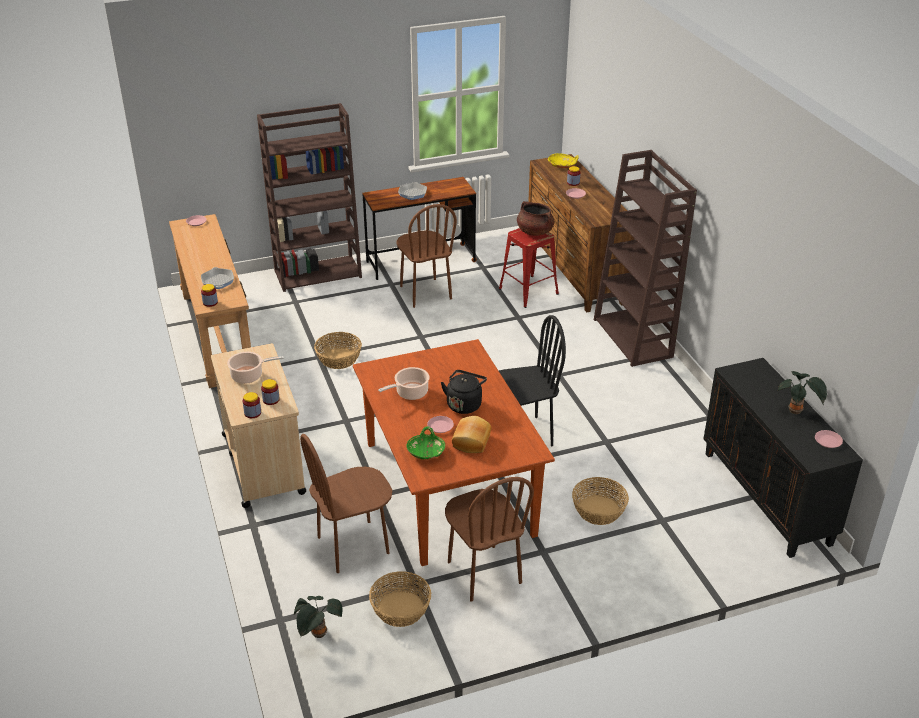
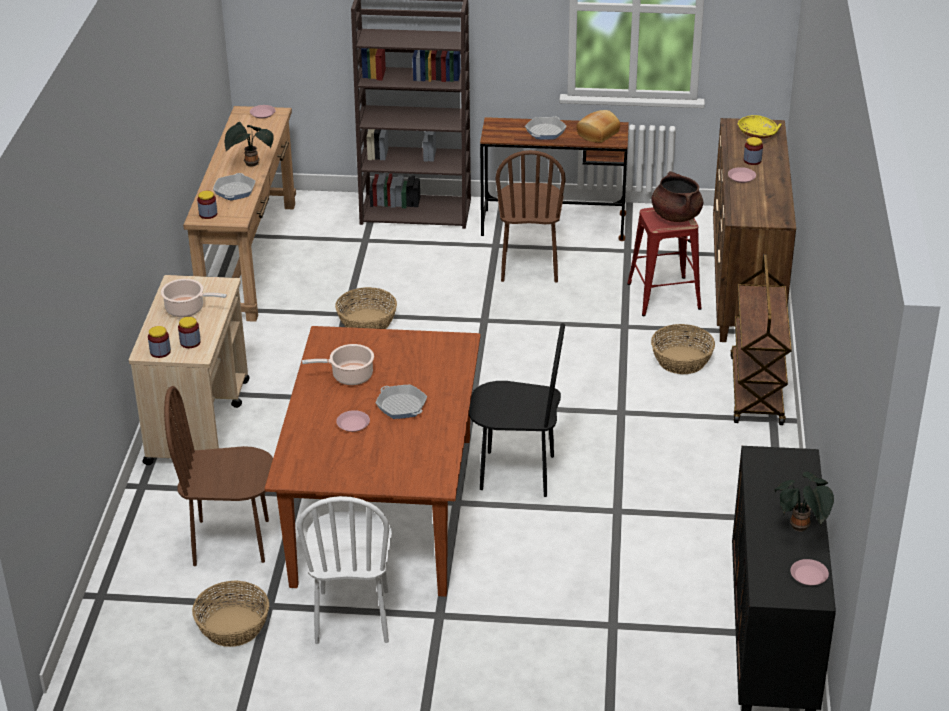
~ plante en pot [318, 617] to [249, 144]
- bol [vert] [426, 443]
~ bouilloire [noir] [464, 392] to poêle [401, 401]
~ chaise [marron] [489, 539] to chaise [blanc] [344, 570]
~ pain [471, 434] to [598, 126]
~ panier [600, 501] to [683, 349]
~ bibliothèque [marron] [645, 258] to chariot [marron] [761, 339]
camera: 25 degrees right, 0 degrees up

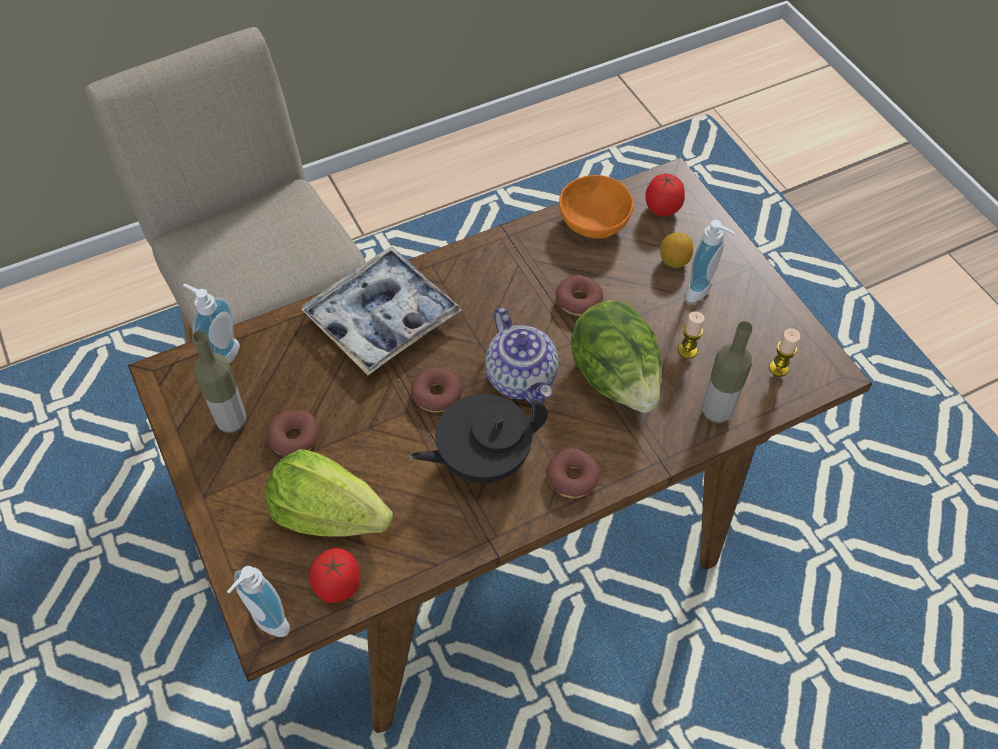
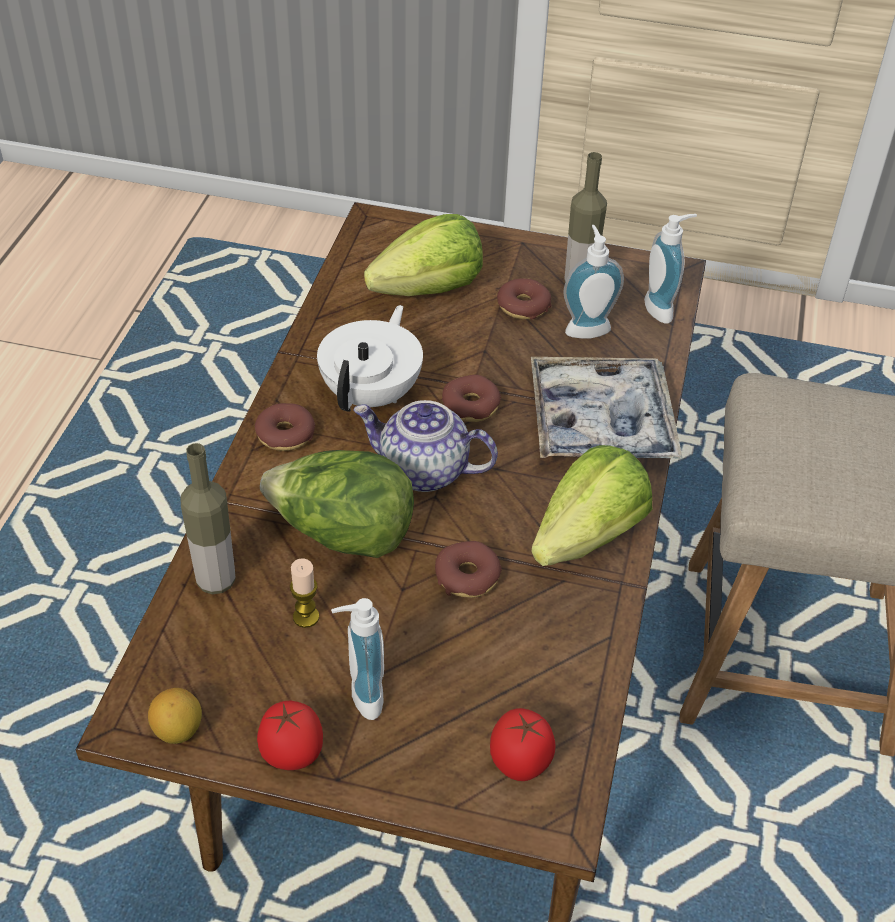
~ distributeur de savon [258, 601] to [593, 281]
~ tomate [334, 575] to [290, 735]
~ théière [noir] [479, 438] to théière [blanc] [370, 358]
- bol [orange] [596, 207]
~ citron [676, 250] to [175, 716]
- bougie [784, 352]
+ laitue [591, 505]
camera: 130 degrees right, 10 degrees down

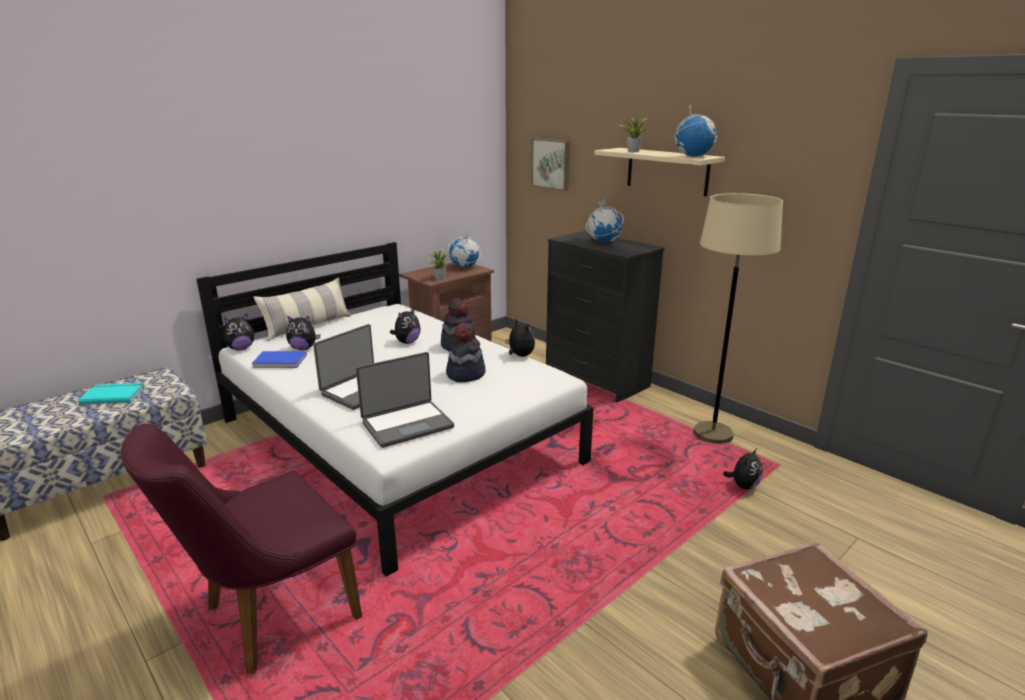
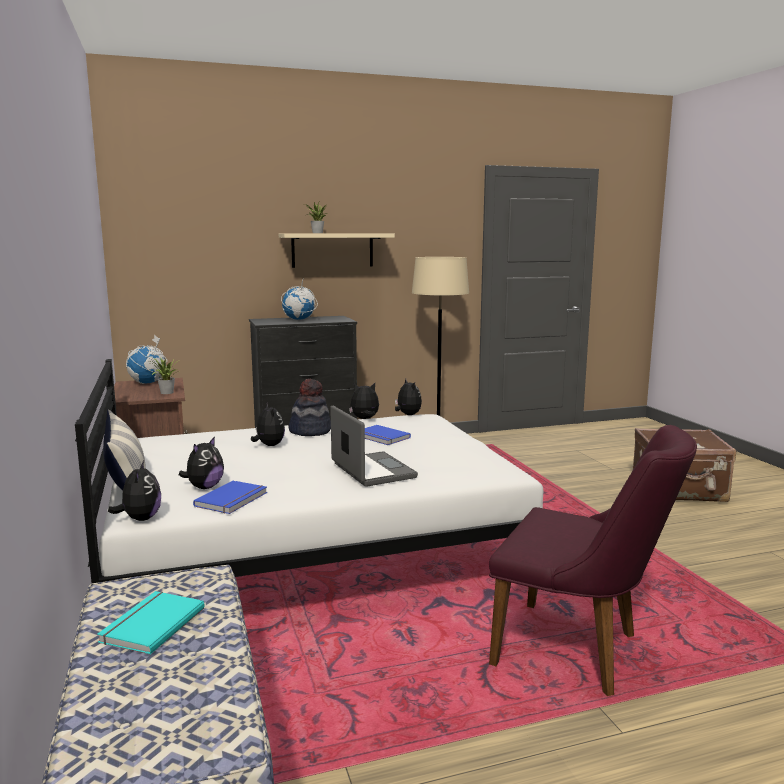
~ chaise [violet] [241, 549] = [593, 560] 45 degrees counterclockwise
- ordinateur portable [405, 400]
~ chapeau [466, 352] to livre [bleu] [388, 435]
- tableau [550, 164]
- globe [694, 129]
~ peluche [743, 468] to [408, 397]
camera: 65 degrees left, 10 degrees down

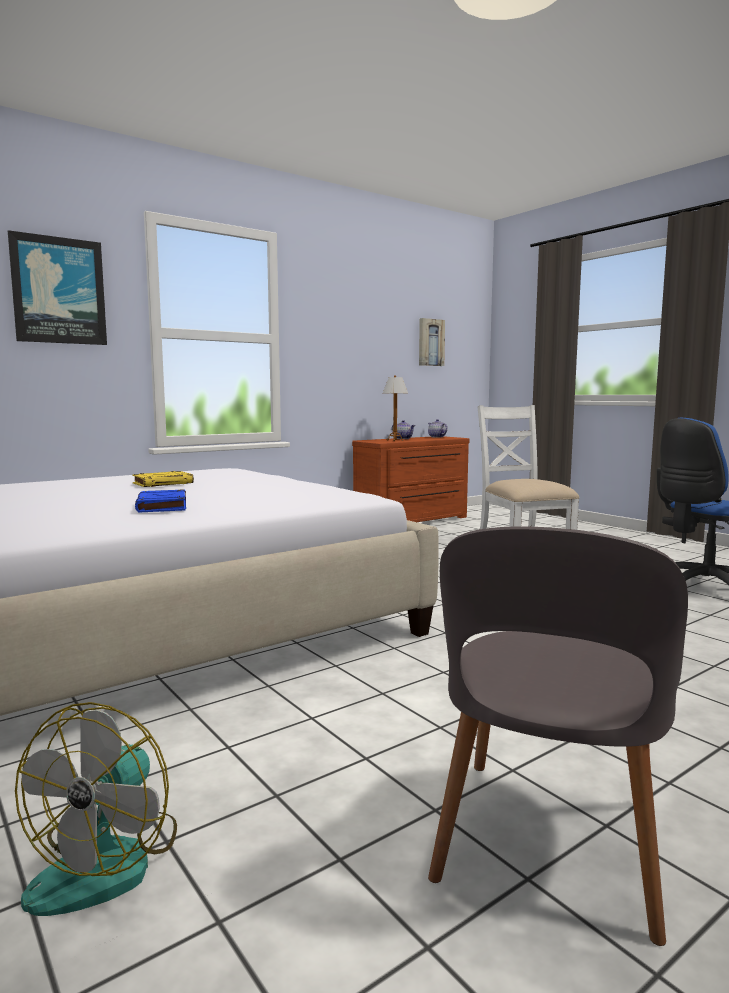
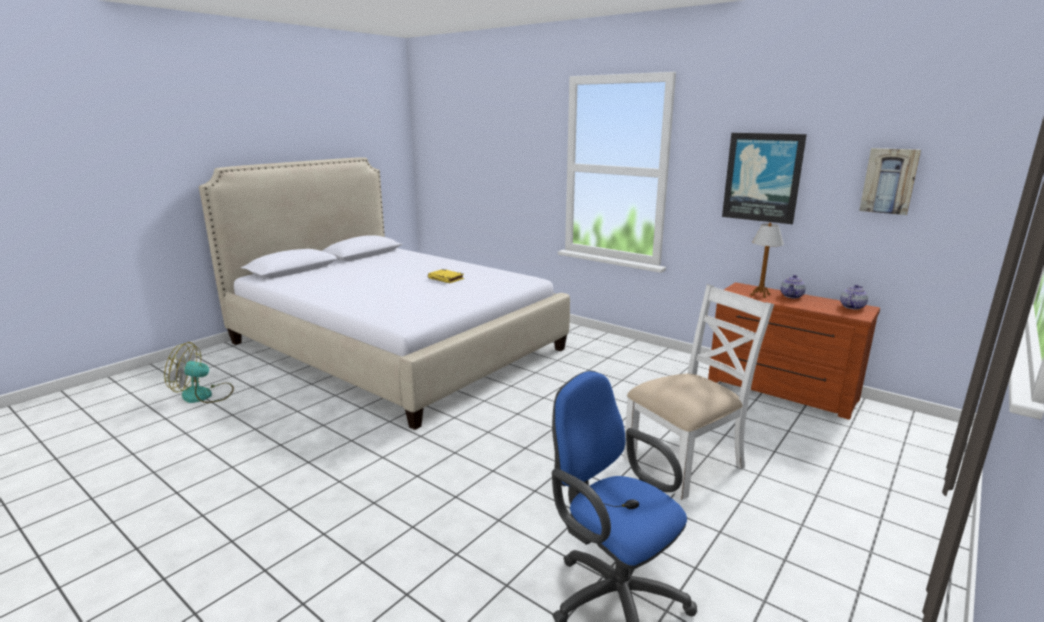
~ tableau [57, 287] to [764, 178]
- livre [bleu] [160, 500]
- chaise [gris] [558, 736]
camera: 75 degrees right, 10 degrees up

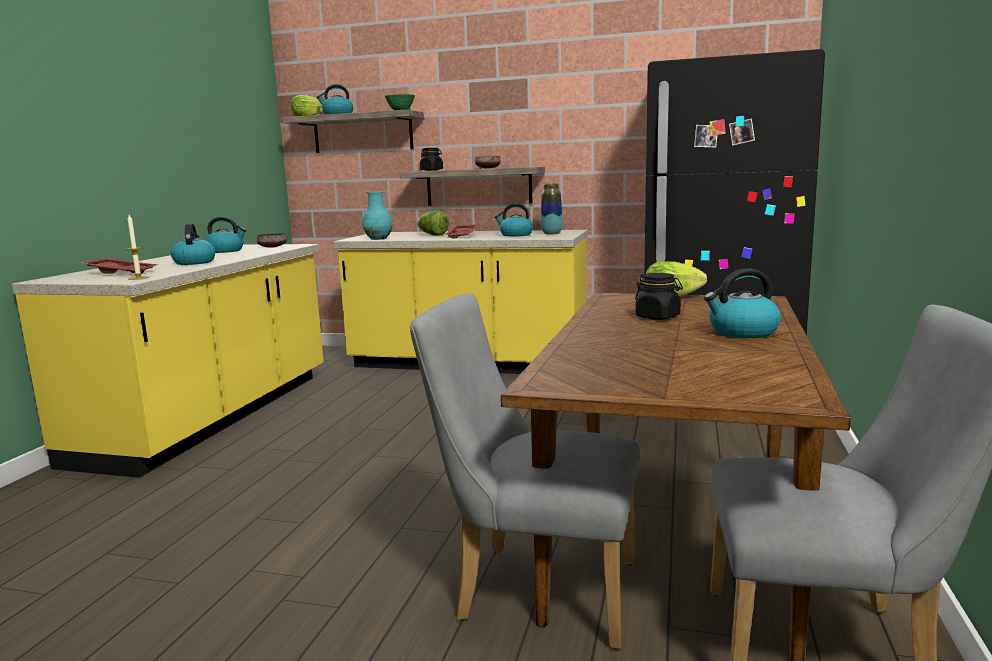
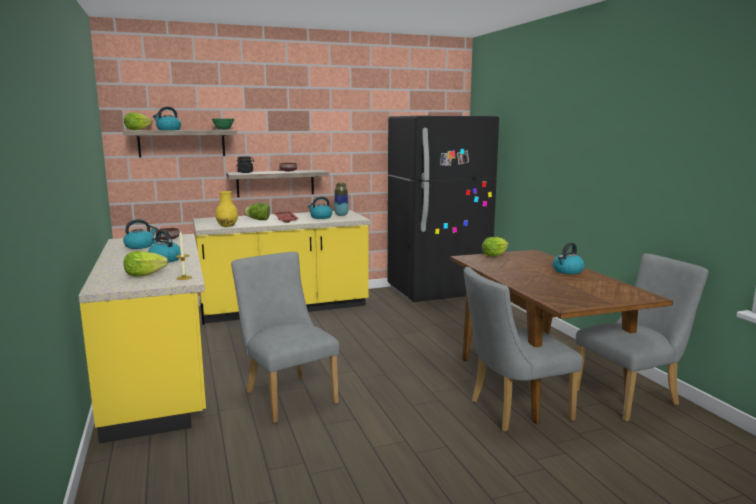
~ plateau [rouge] [120, 266] to laitue [146, 263]
~ vase [turquoise] [377, 215] to vase [jaune] [226, 209]
- bocal [noir] [659, 296]
+ chaise [gris] [285, 337]
camera: 35 degrees left, 0 degrees up

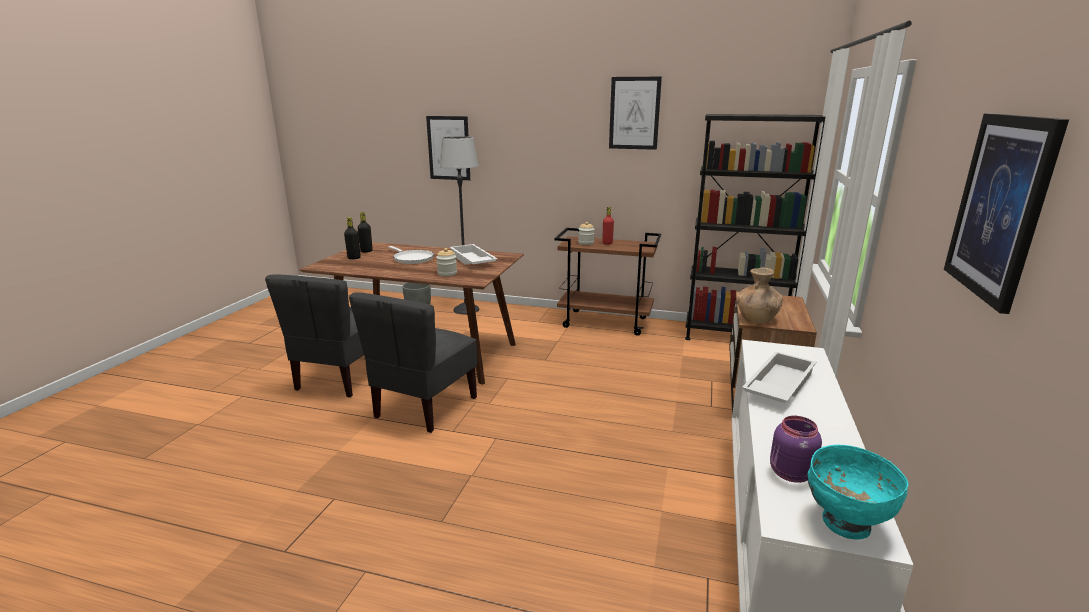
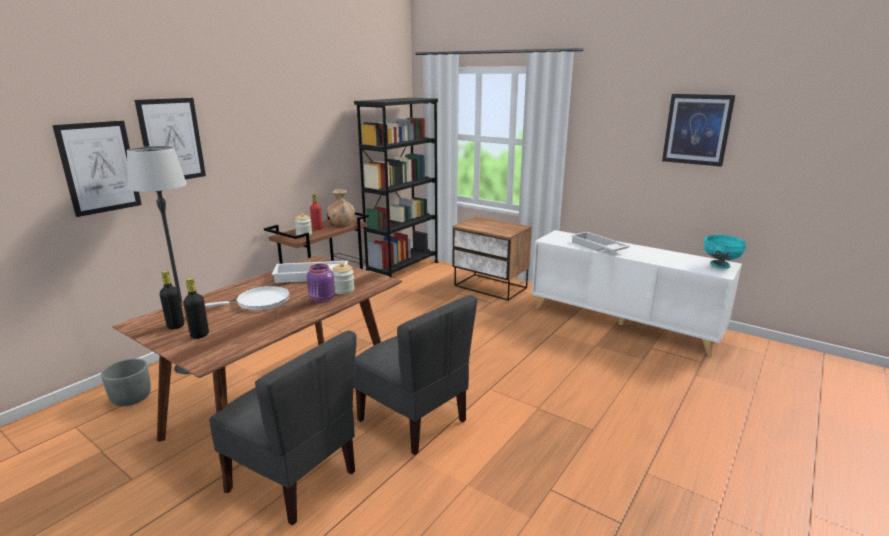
~ tableau [635, 113] to [170, 138]
~ vase [marron] [759, 296] to [341, 207]
~ bocal [violet] [796, 449] to [321, 283]
camera: 70 degrees left, 0 degrees up

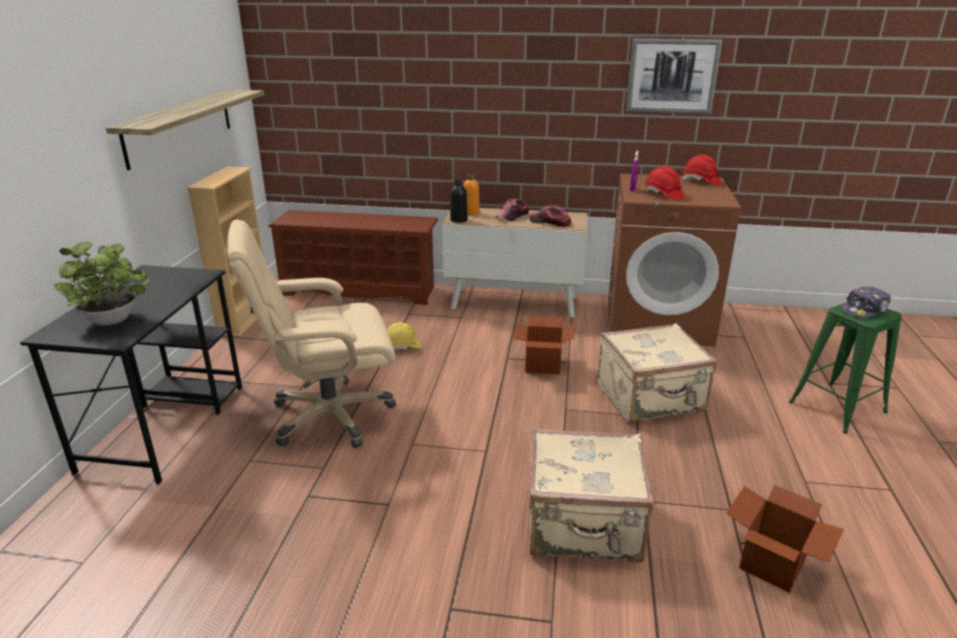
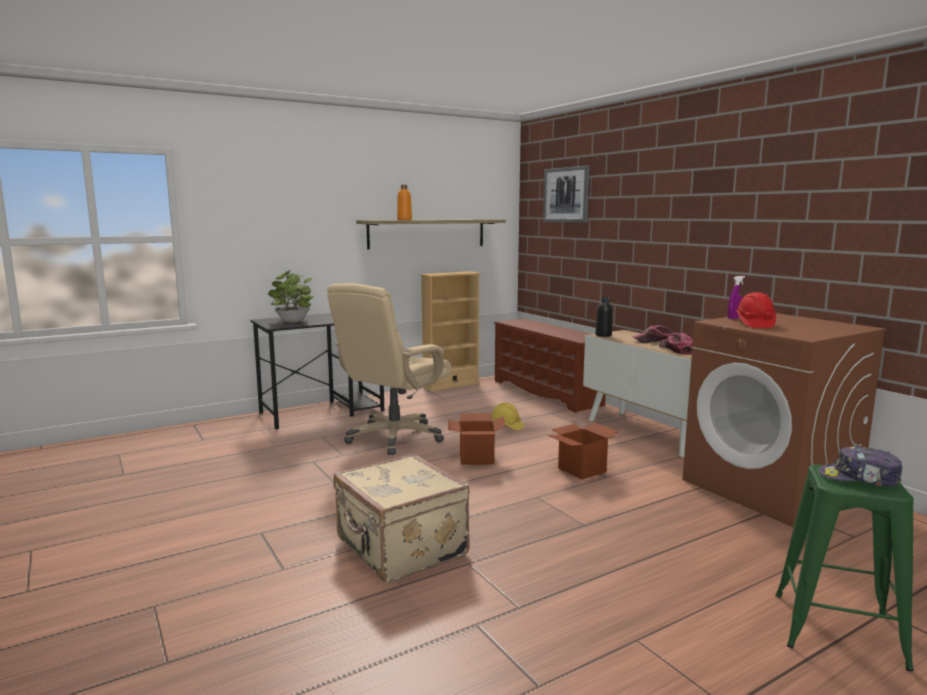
~ chaise de bureau [beige] [312, 333] = [389, 369] 90 degrees counterclockwise
~ bouteille [orange] [471, 194] to [404, 202]
- valise [beige] [657, 373]
~ tableau [674, 76] to [566, 194]
- casque de chantier [rouge] [702, 170]
~ carton [785, 539] to [477, 439]
camera: 50 degrees right, 15 degrees down

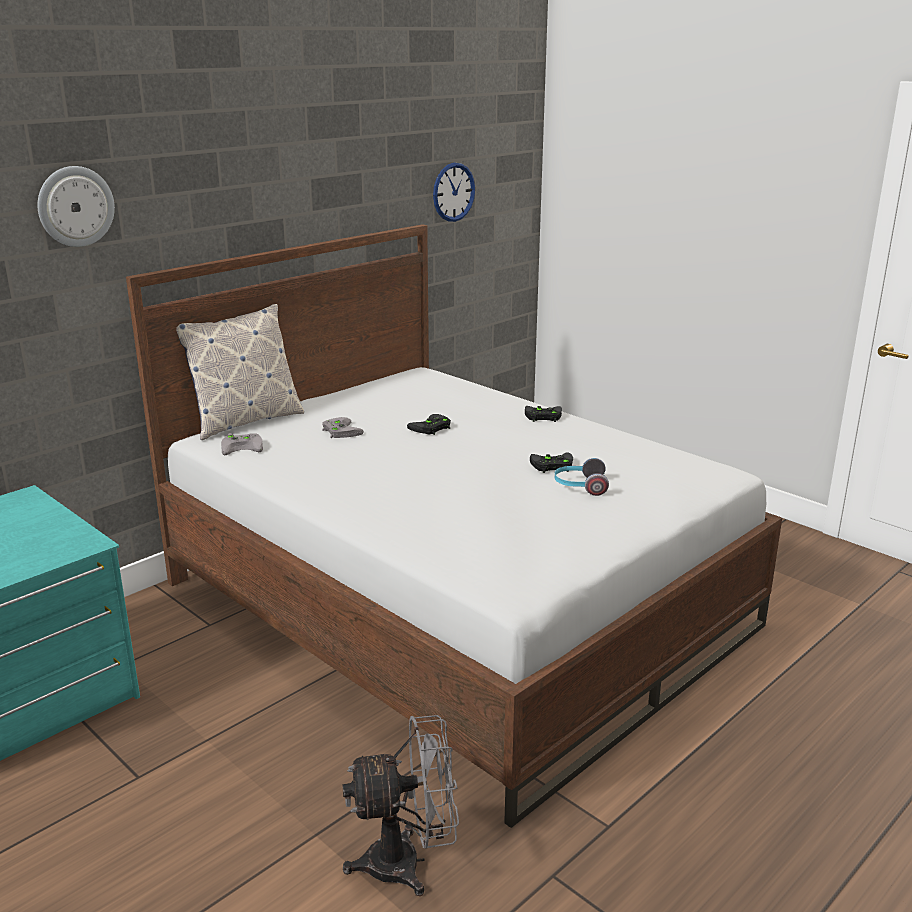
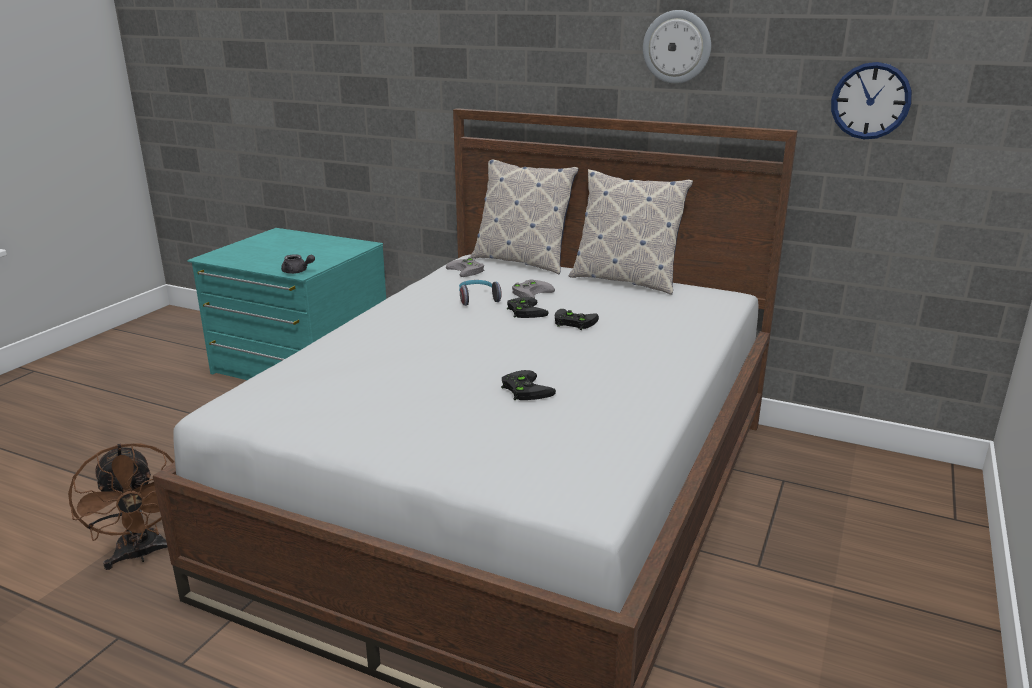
~ horloge murale [76, 206] to [677, 47]
~ ventilateur [gris] [400, 805] to ventilateur [marron] [121, 506]
~ manette [noir] [543, 414] to [528, 307]
~ casque audio [581, 477] to [480, 293]
+ théière [gris] [298, 264]
+ coussin [631, 232]
camera: 70 degrees right, 0 degrees up

